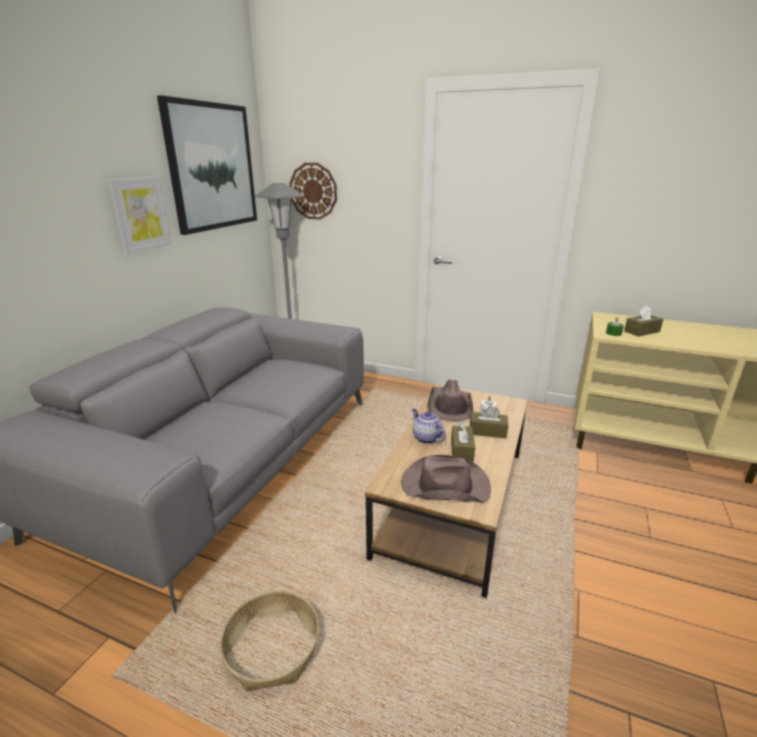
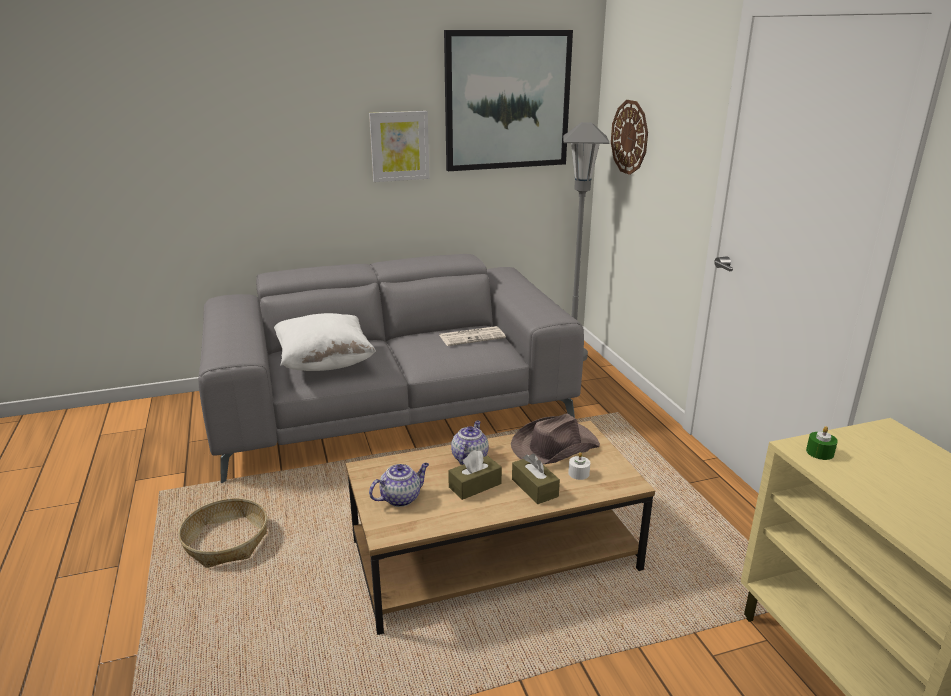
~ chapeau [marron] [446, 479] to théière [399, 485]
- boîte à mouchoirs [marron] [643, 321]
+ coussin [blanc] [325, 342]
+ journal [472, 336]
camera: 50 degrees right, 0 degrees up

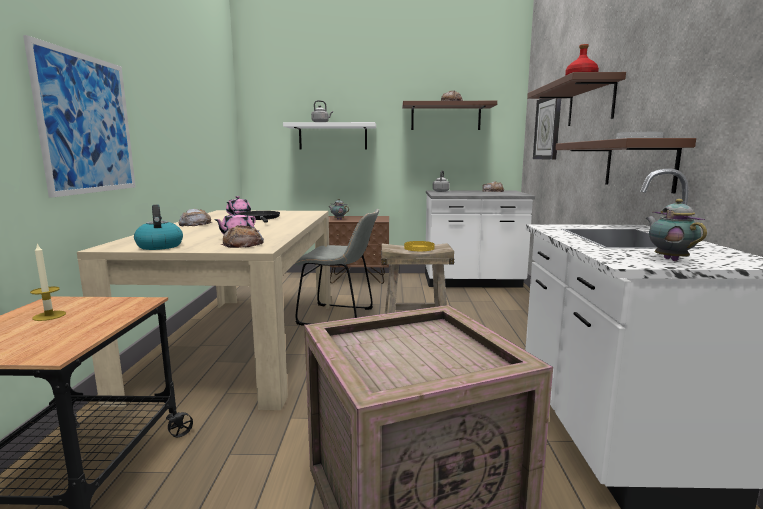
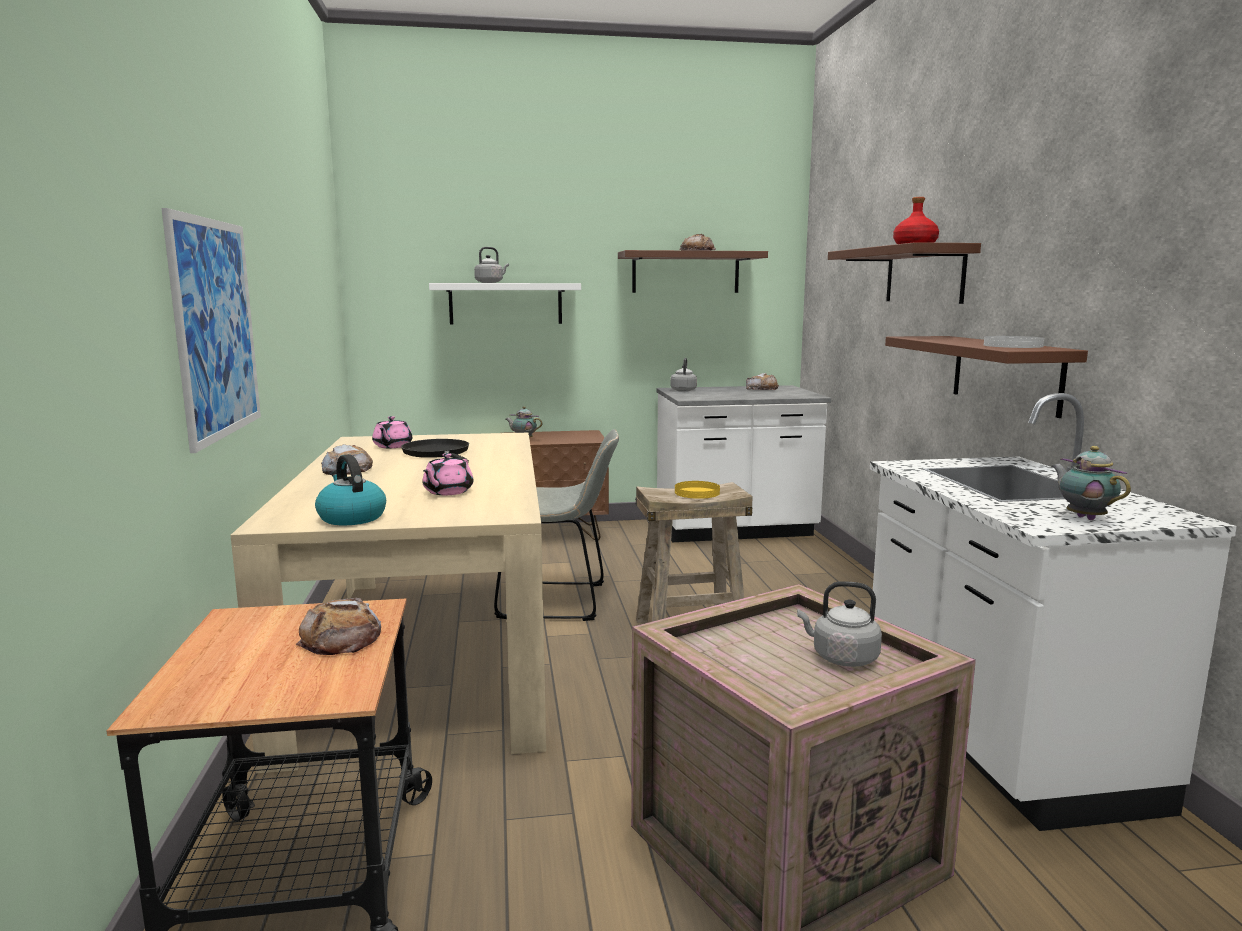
- bougie [48, 282]
~ pain [242, 236] to [338, 626]
- horloge murale [547, 129]
+ bouilloire [gris] [839, 624]
camera: 10 degrees left, 0 degrees up

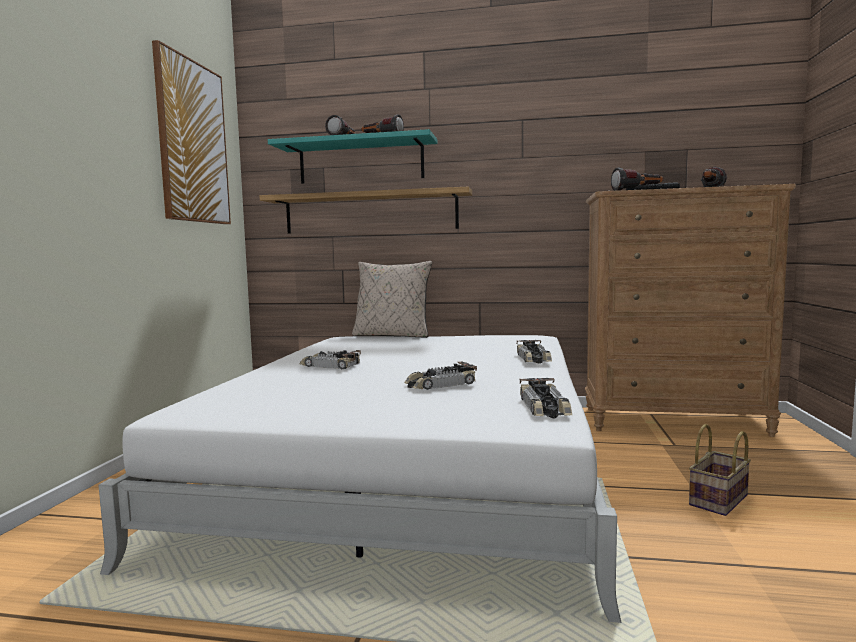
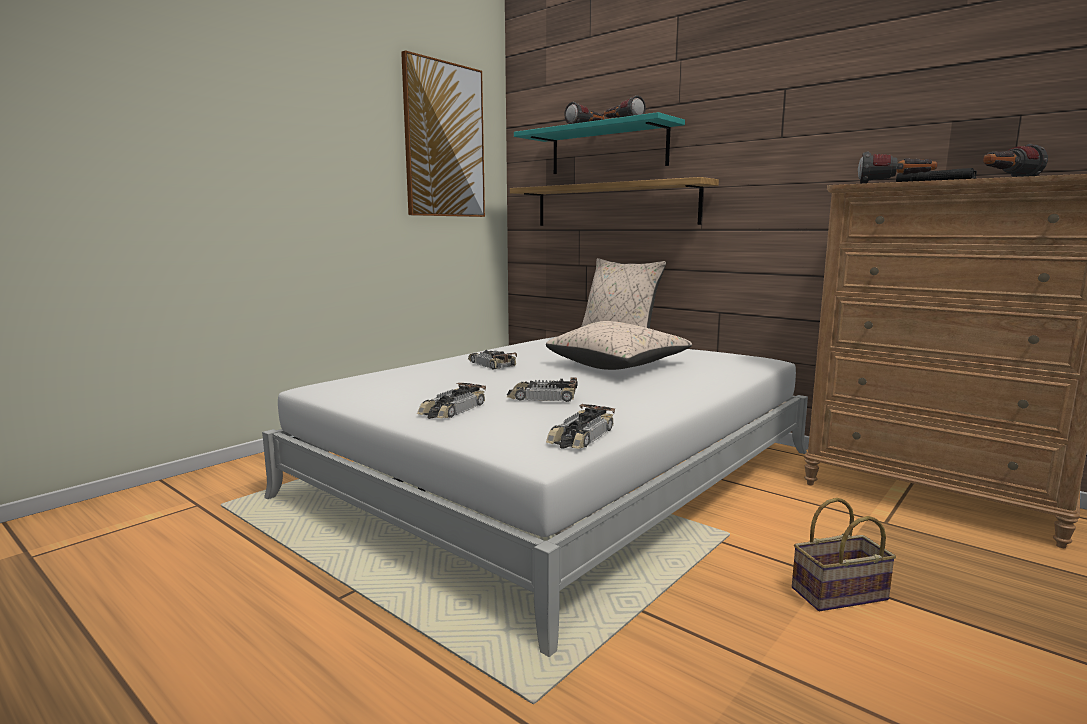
~ petite voiture [534, 352] to [451, 401]
+ coussin [beige] [619, 345]
camera: 30 degrees right, 5 degrees up

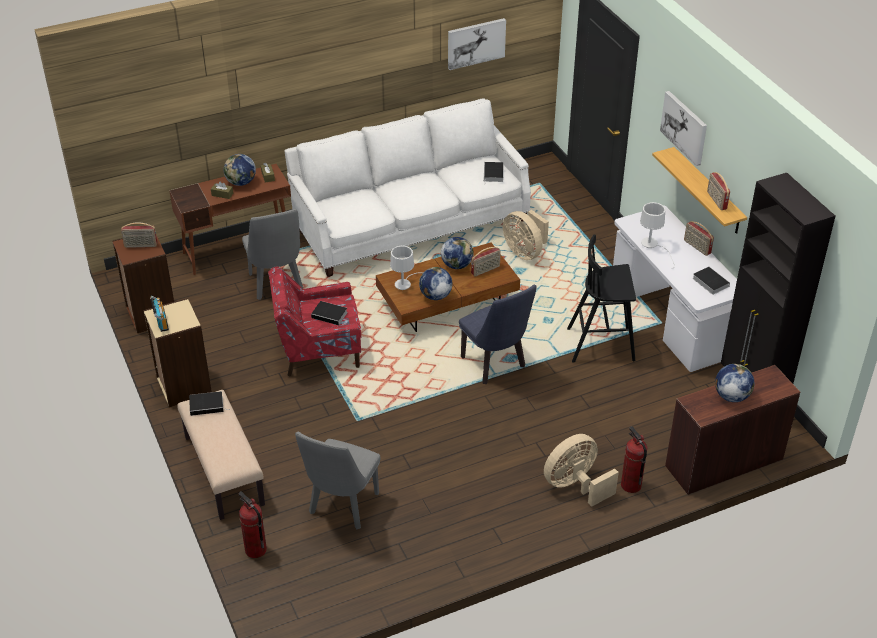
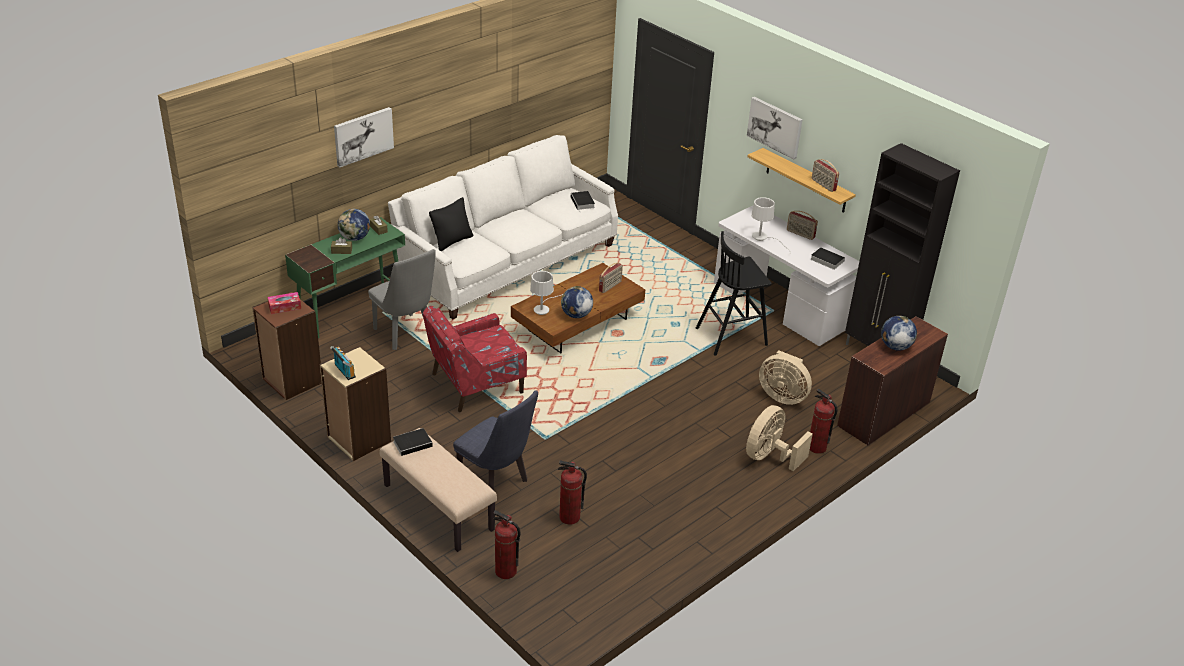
~ radio [139, 235] to boîte à mouchoirs [284, 303]
~ bureau [marron] [230, 219] to bureau [vert] [345, 277]
~ chaise [gris] [337, 480] to extincteur [572, 493]
- livre [329, 313]
- globe [457, 253]
~ tableau [477, 44] to [364, 137]
~ chaise [bleu] [498, 334] to [495, 440]
~ ventilateur [beige] [526, 235] to [785, 377]
+ coussin [noir] [451, 224]
camera: 20 degrees left, 5 degrees down

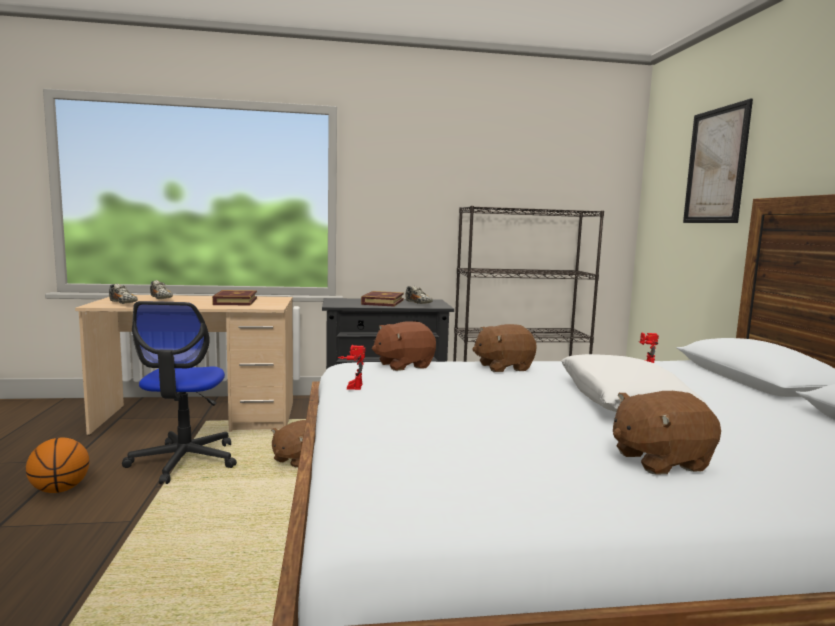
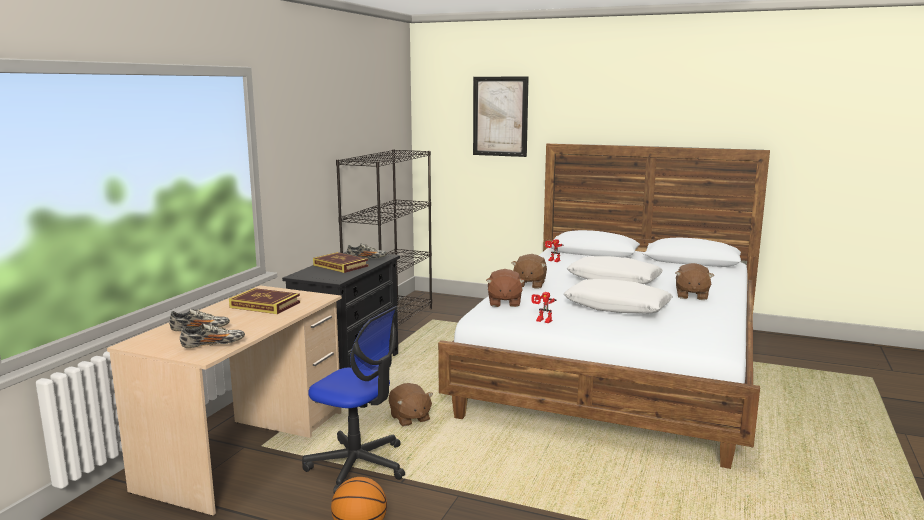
+ coussin [blanc] [618, 296]
camera: 60 degrees left, 5 degrees up

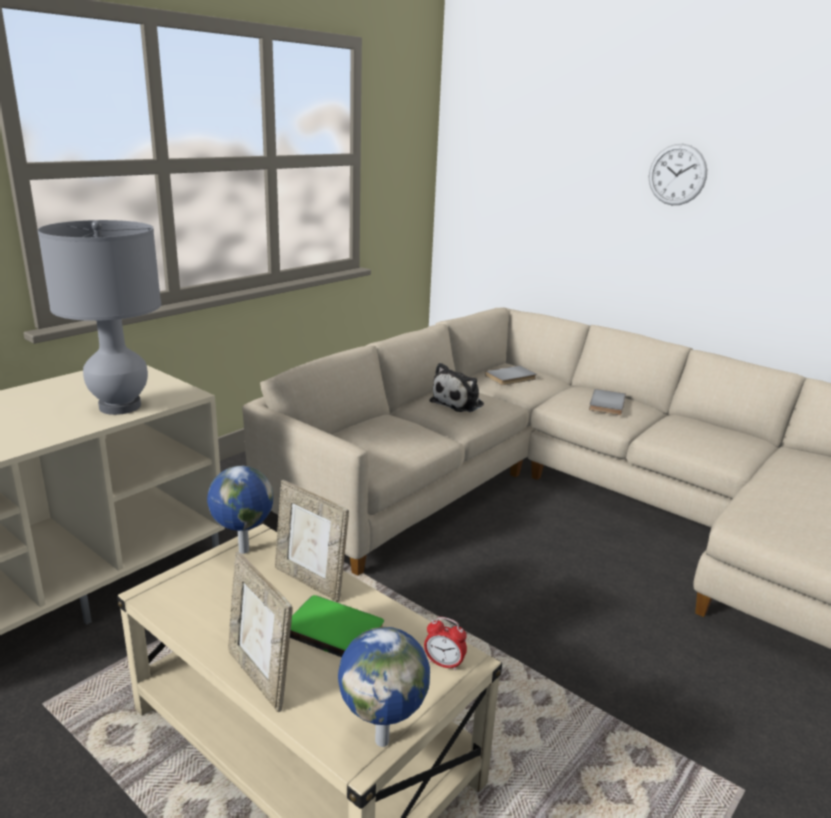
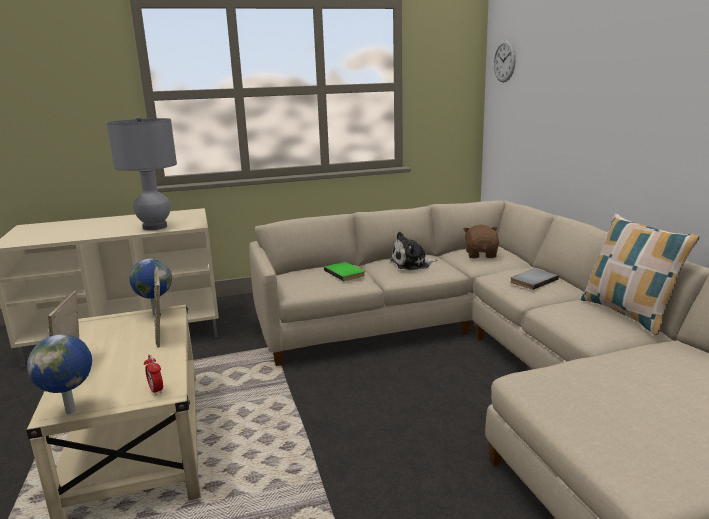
~ livre [vert] [337, 626] to [344, 271]
~ livre [gris] [511, 375] to peluche [marron] [481, 241]
~ horloge murale [678, 174] to [505, 61]
+ coussin [640, 274]
camera: 35 degrees right, 5 degrees down

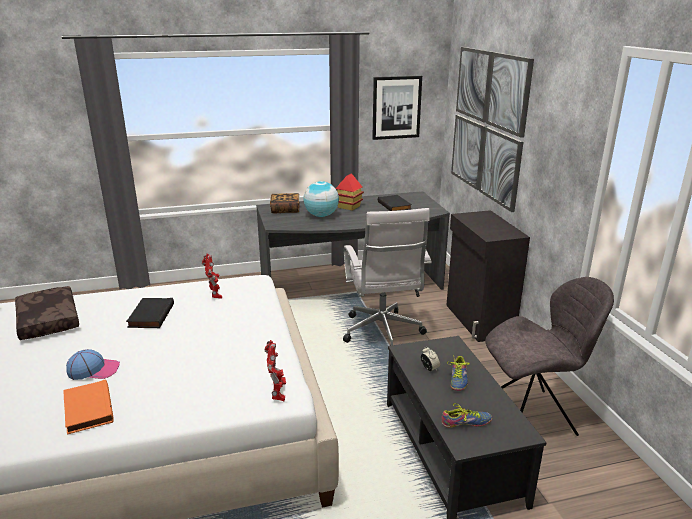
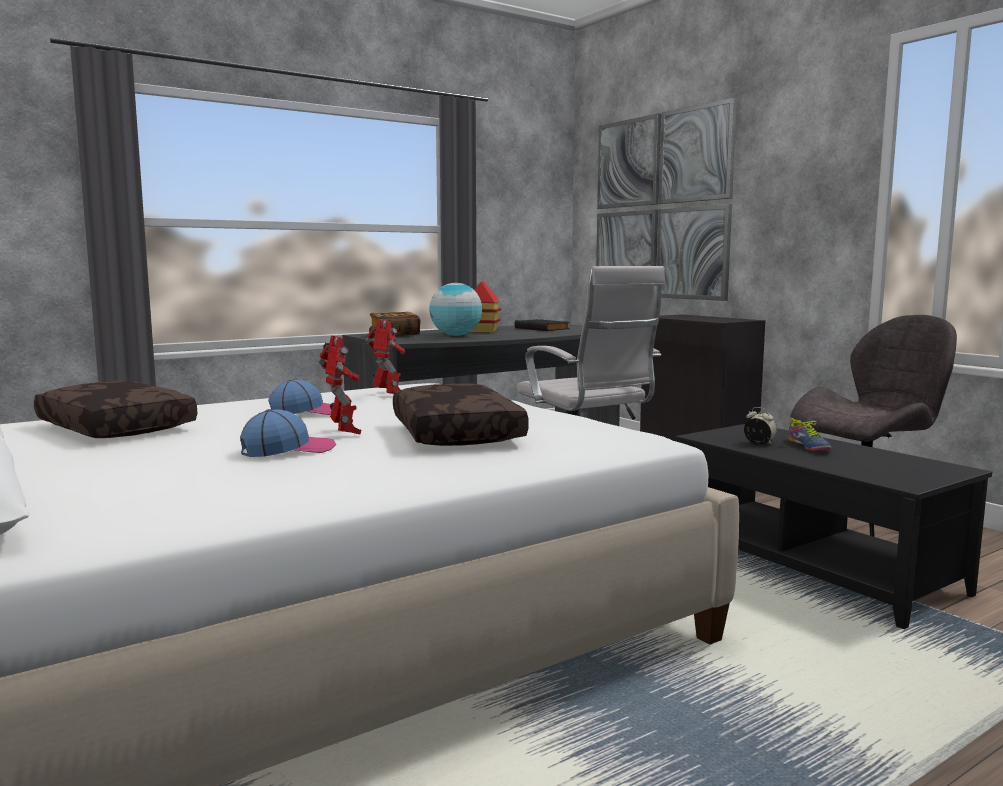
- livre [orange] [88, 407]
~ livre [noir] [150, 313] to casquette [299, 397]
~ robot jouet [275, 370] to [339, 384]
- tableau [397, 108]
- chaussure [467, 415]
+ coussin [marron] [461, 414]
camera: 20 degrees left, 15 degrees down

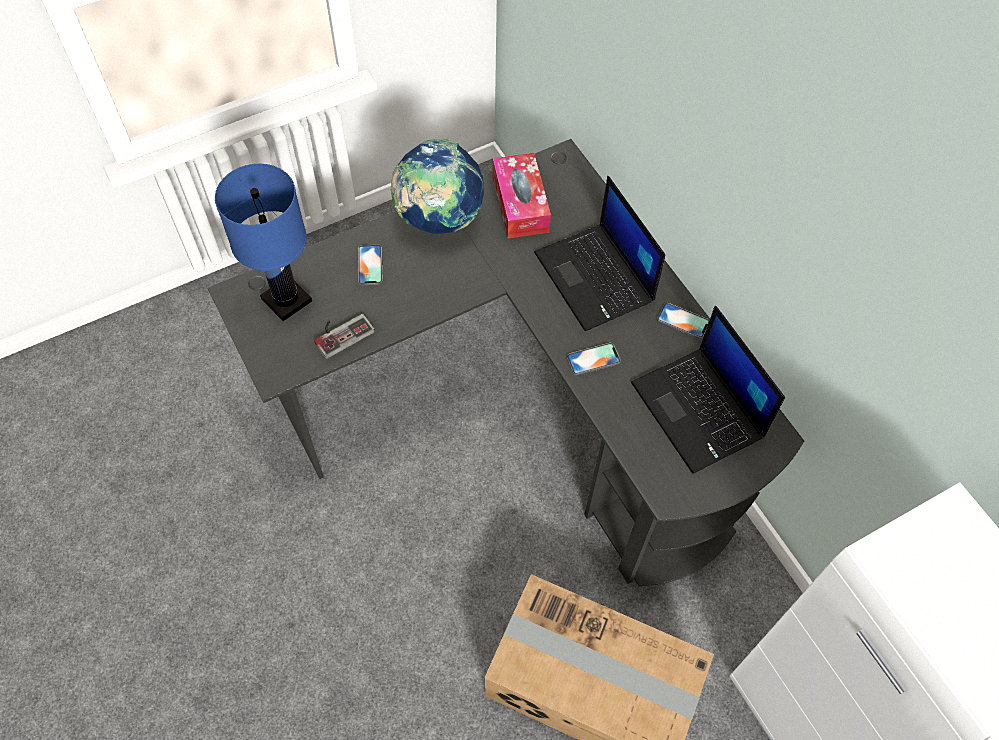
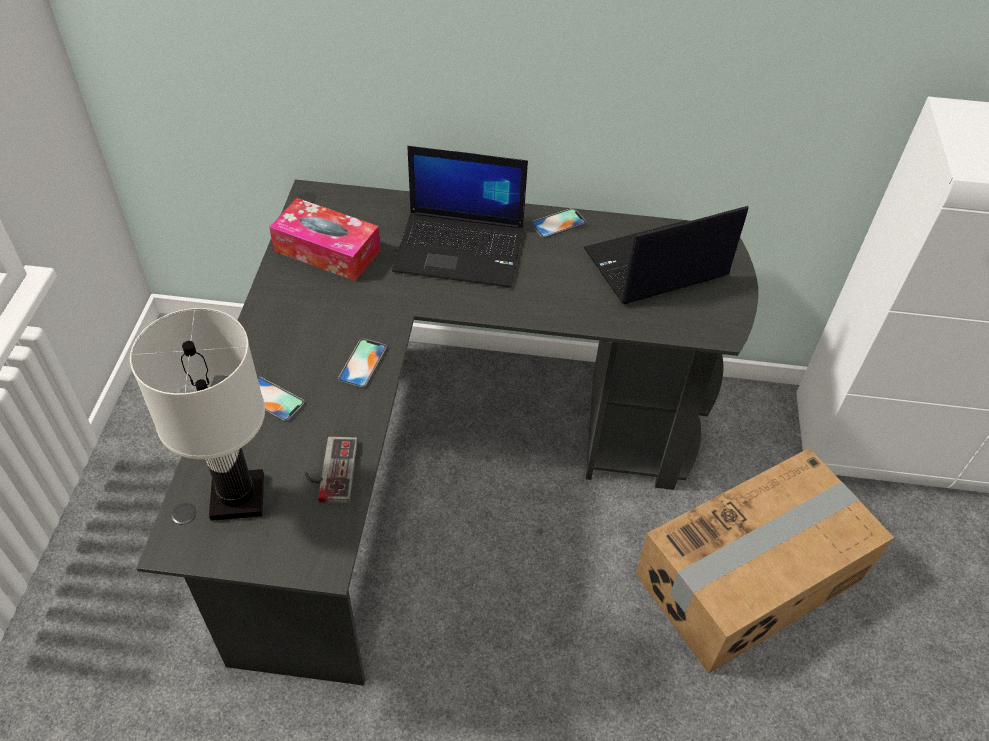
~ lampe de table [bleu] [263, 242] to lampe de table [blanc] [197, 414]
- globe [437, 186]
~ téléphone [594, 359] to [362, 363]
~ ordinateur portable [708, 390] = [666, 255] 150 degrees clockwise
camera: 55 degrees left, 10 degrees down

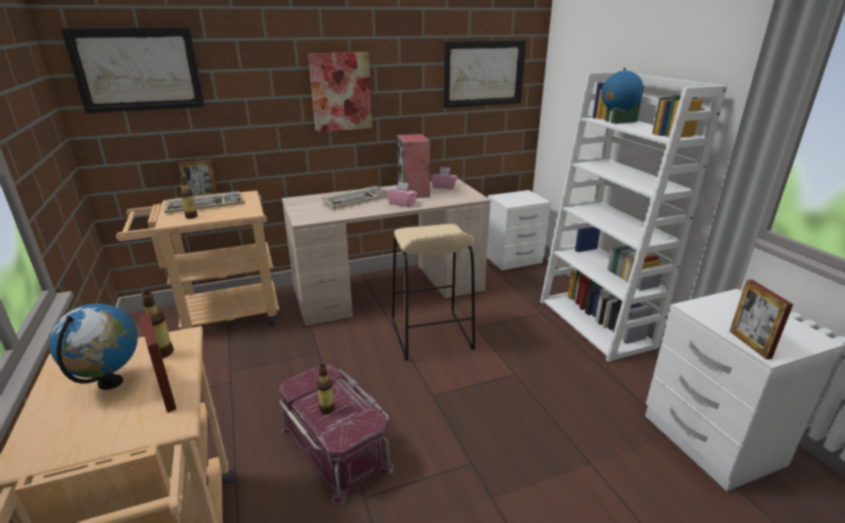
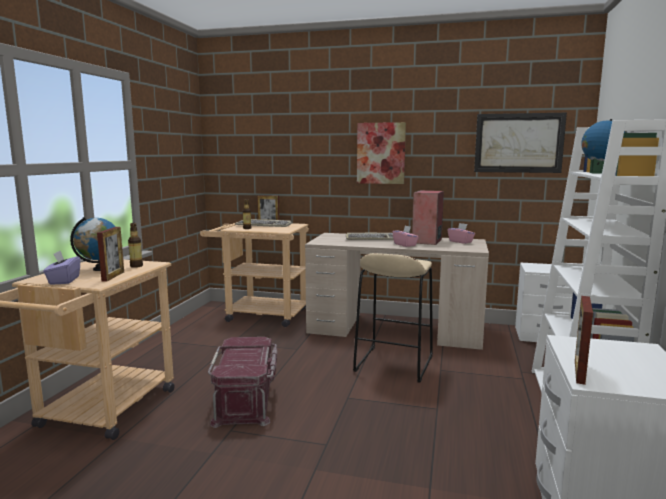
- tableau [133, 70]
- bouteille [326, 389]
+ boîte à mouchoirs [violet] [61, 268]
camera: 35 degrees right, 15 degrees down

